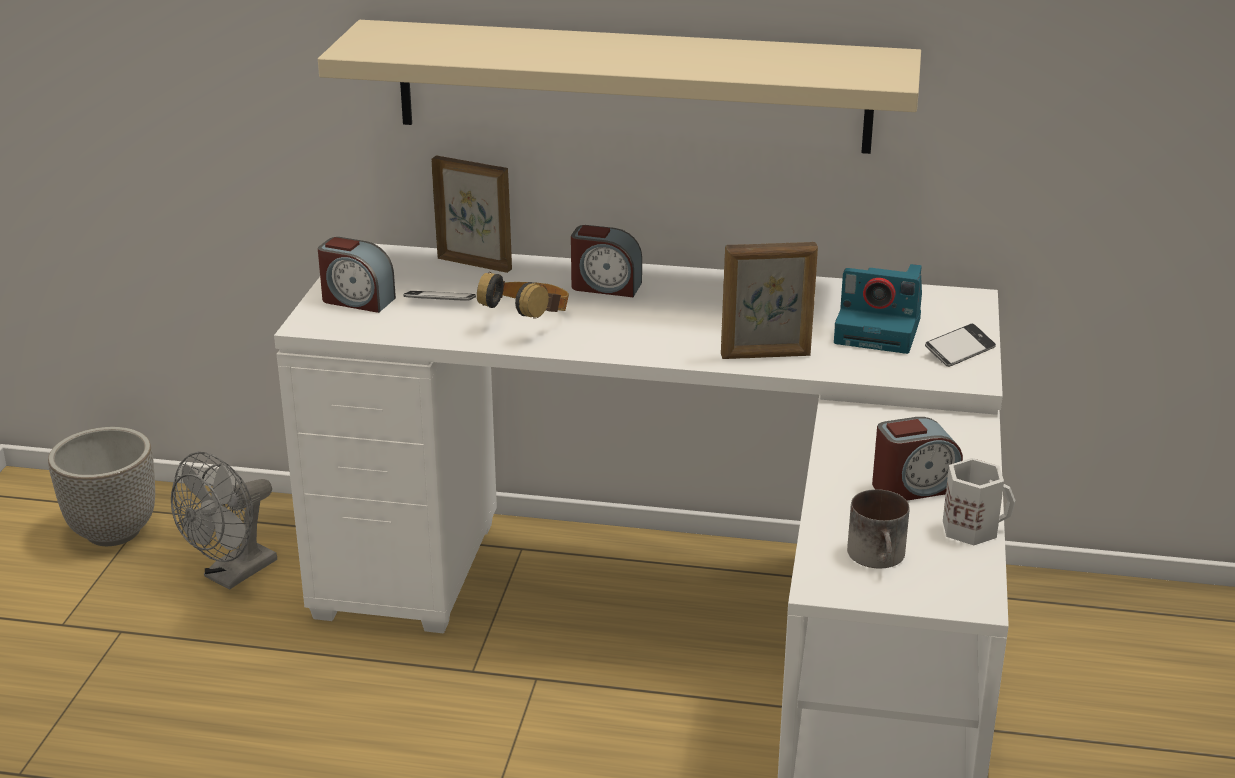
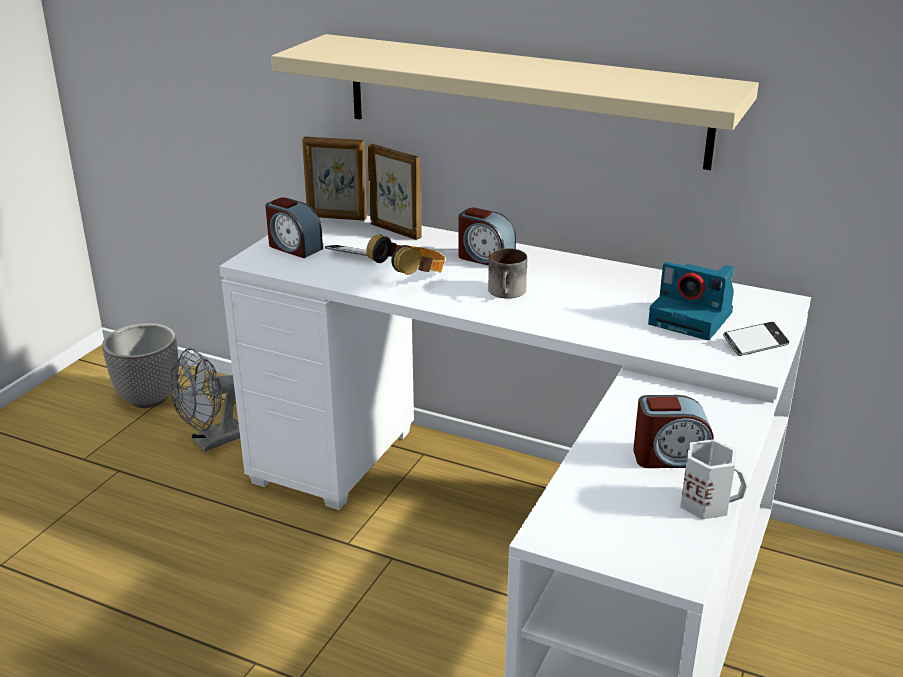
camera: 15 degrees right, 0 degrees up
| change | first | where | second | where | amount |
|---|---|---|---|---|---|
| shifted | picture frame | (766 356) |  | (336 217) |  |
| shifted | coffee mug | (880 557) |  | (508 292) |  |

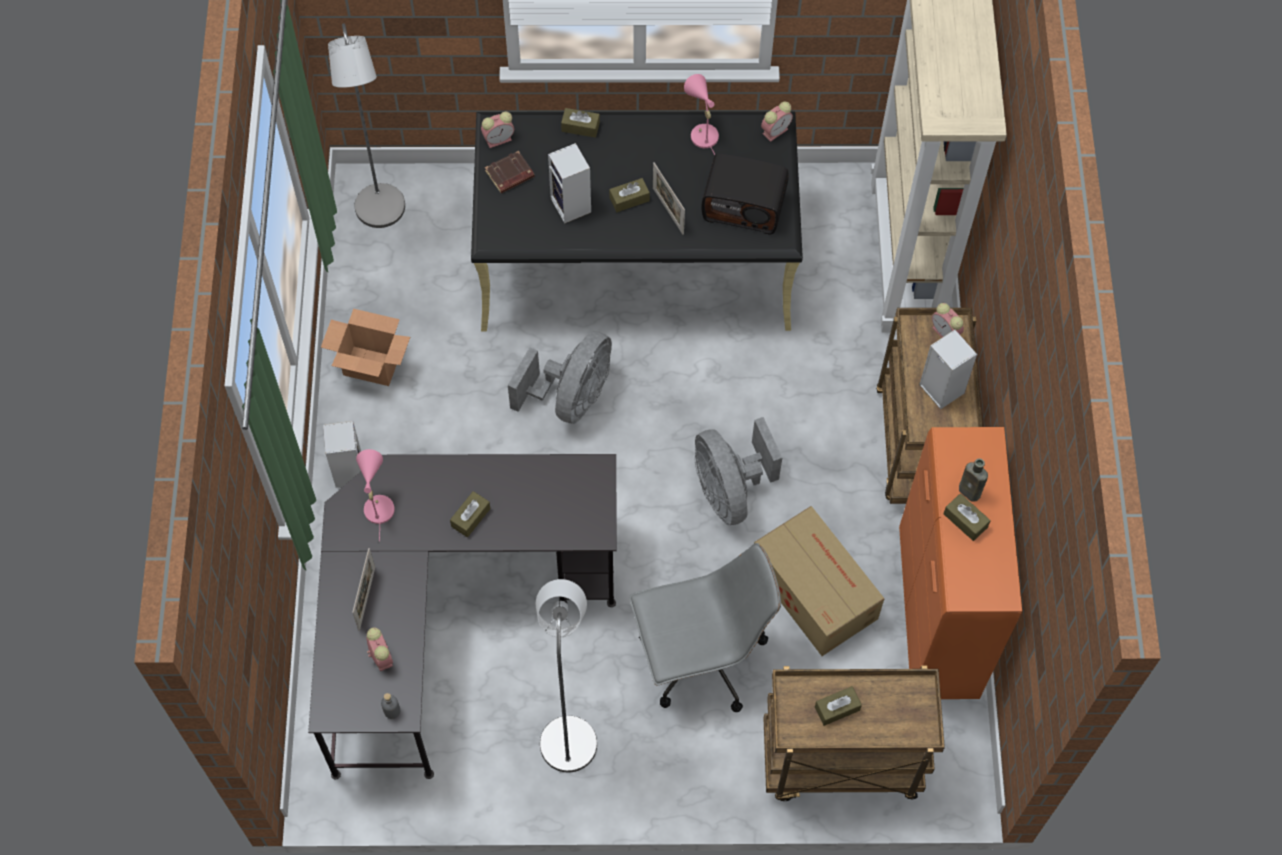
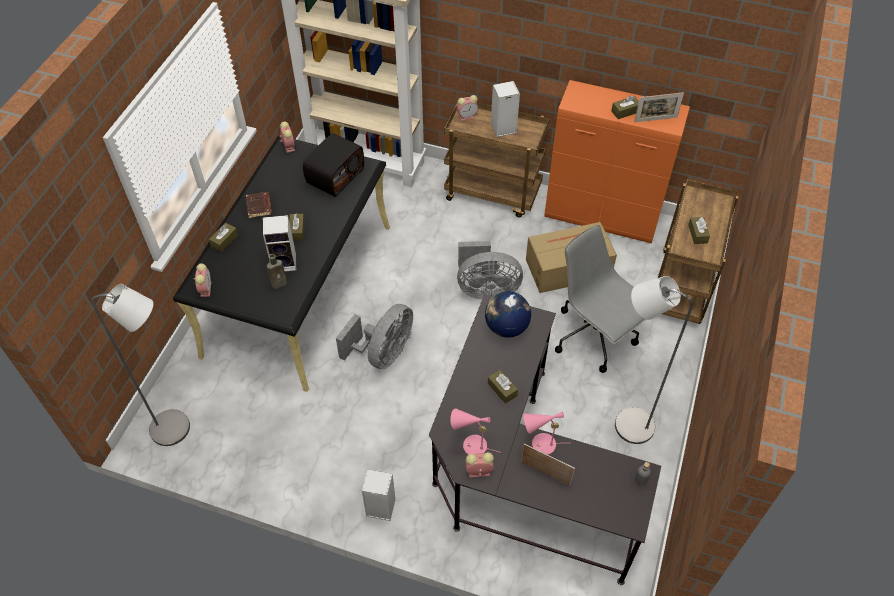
camera: 70 degrees left, 10 degrees down
| change | first | where | second | where | amount |
|---|---|---|---|---|---|
| gone | carton | (370 366) |  |  |  |
| new |  |  | desk globe | (506 327) |  |
| shifted | table clock | (380 656) |  | (478 472) |  |
| shifted | brownish volume | (509 175) |  | (259 207) |  |
| shifted | picture frame | (668 211) |  | (655 119) |  |
| shifted | pink-coloured table lamp | (701 133) |  | (539 446) |  |
| shifted | brownish drink bottle | (970 493) |  | (280 283) |  |
| rotated | greyish electric fan | (571 397) |  | (383 353) | 75 degrees clockwise |
| rotated | greyish desk chair | (700 659) |  | (595 337) | 45 degrees counterclockwise |

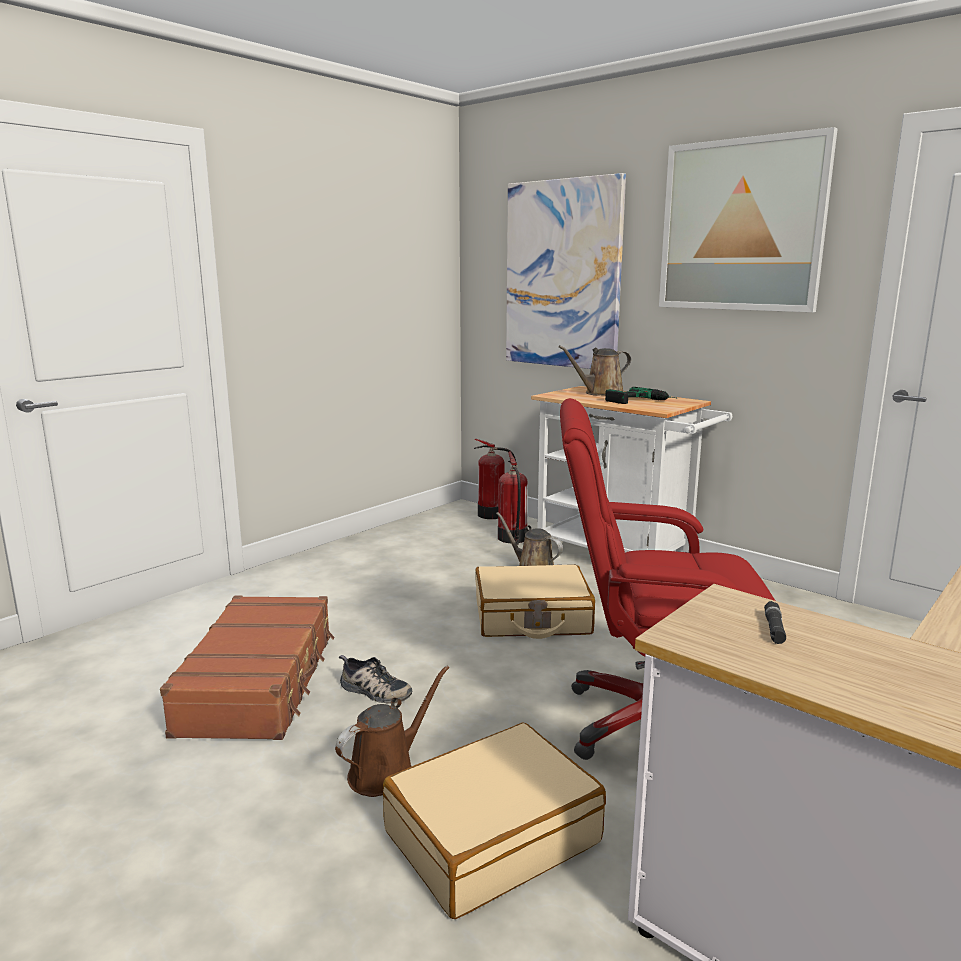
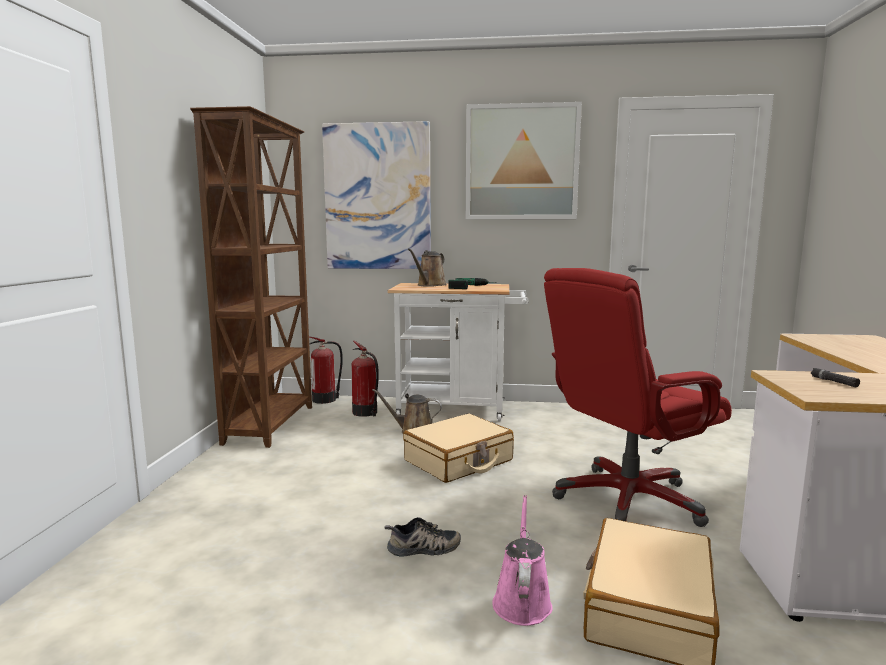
camera: 35 degrees left, 5 degrees down
| change | first | where | second | where | amount |
|---|---|---|---|---|---|
| gone | brownish travel case | (260 682) |  |  |  |
| new |  |  | brownish bookcase | (271 424) |  |
| repainted | brownish sprinkling can | (387 771) | pink-coloured sprinkling can | (522 600) |  |

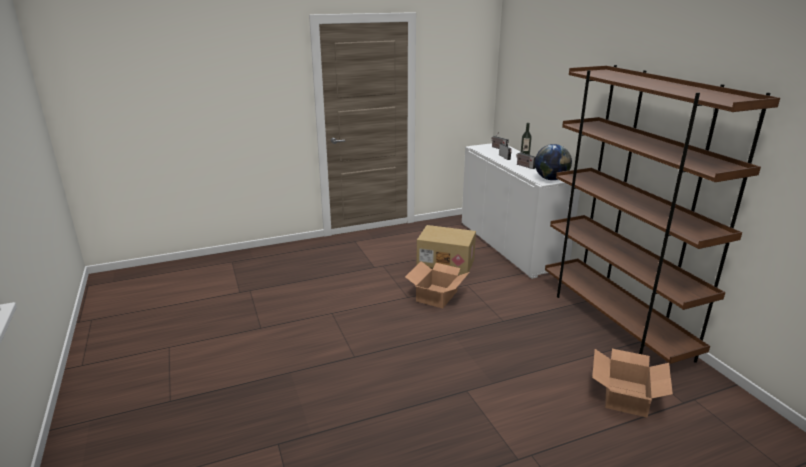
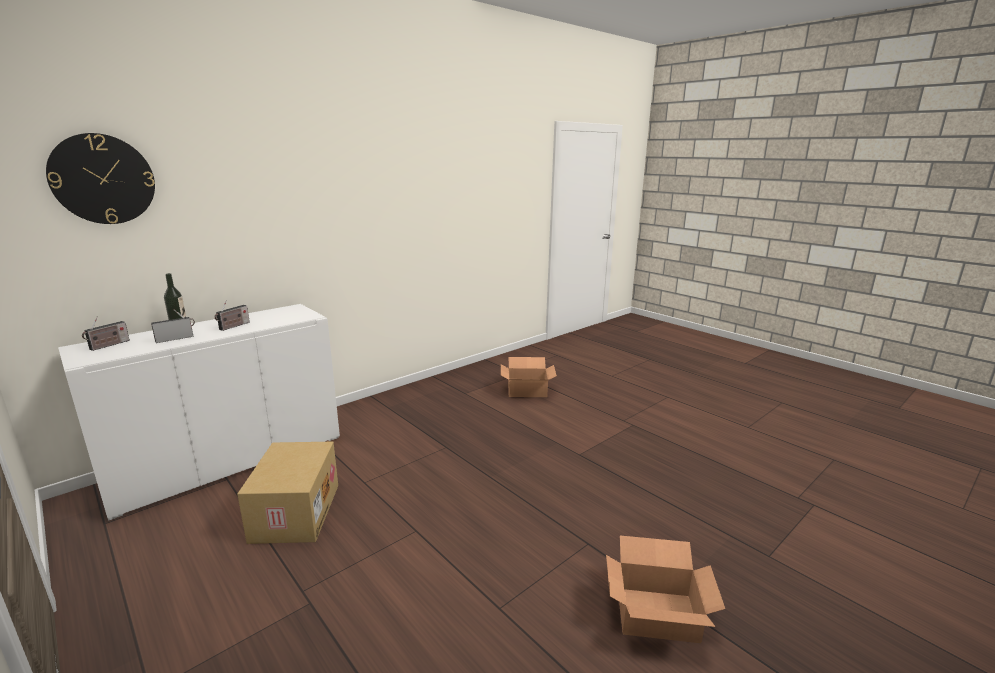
camera: 110 degrees left, 5 degrees down
| change | first | where | second | where | amount |
|---|---|---|---|---|---|
| gone | desk globe | (551 179) |  |  |  |
| gone | brownish bookcase | (614 321) |  |  |  |
| new |  |  | hanging clock | (103 179) |  |
| shifted | carton | (437 296) |  | (655 613) |  |

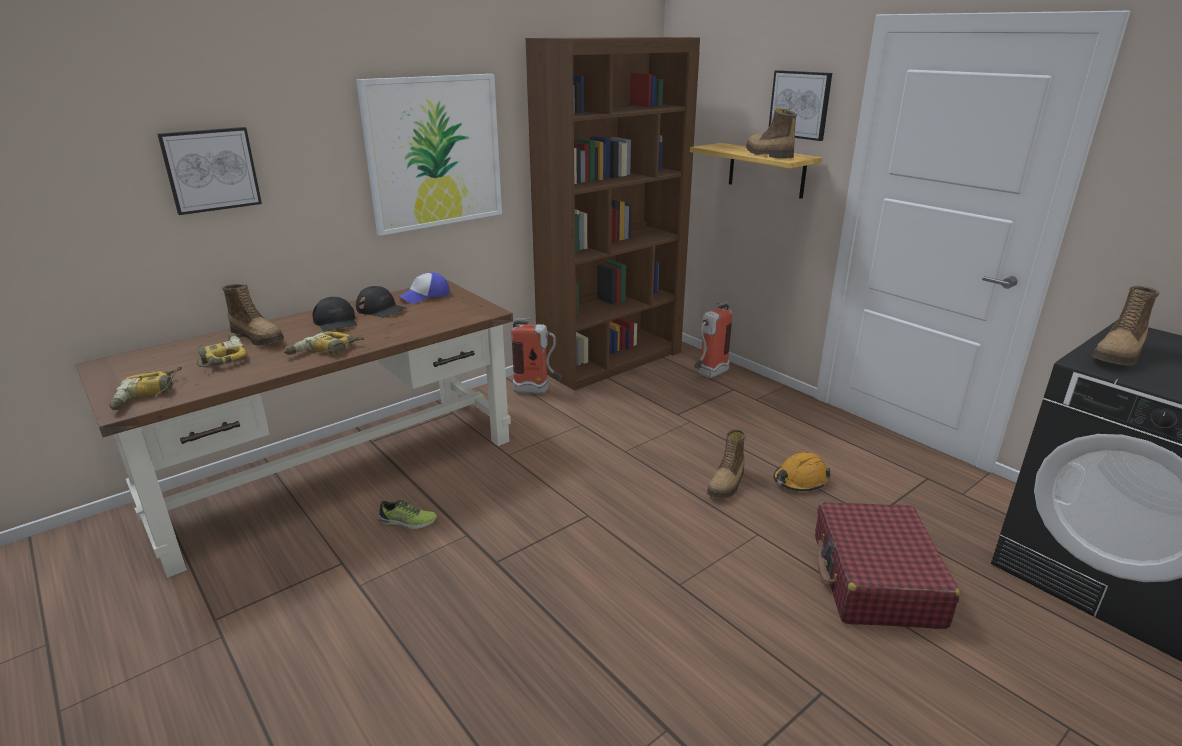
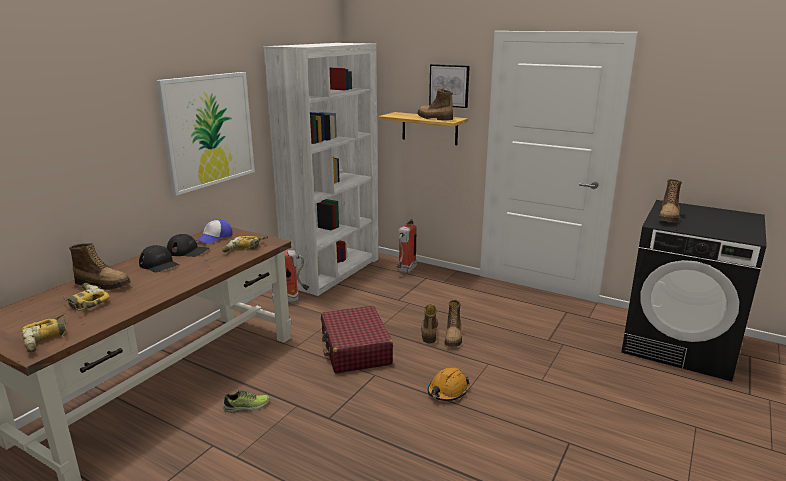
camera: 20 degrees left, 5 degrees down
| change | first | where | second | where | amount |
|---|---|---|---|---|---|
| gone | wall picture | (211 170) |  |  |  |
| new |  |  | boot | (429 331) |  |
| shifted | electric drill | (324 352) |  | (245 248) |  |
| shifted | orangey safety helmet | (800 480) |  | (447 391) |  |
| shifted | red-coloured travel case | (875 580) |  | (355 349) |  |
| repainted | brownish bookcase | (611 360) | white bookcase | (333 271) |  |

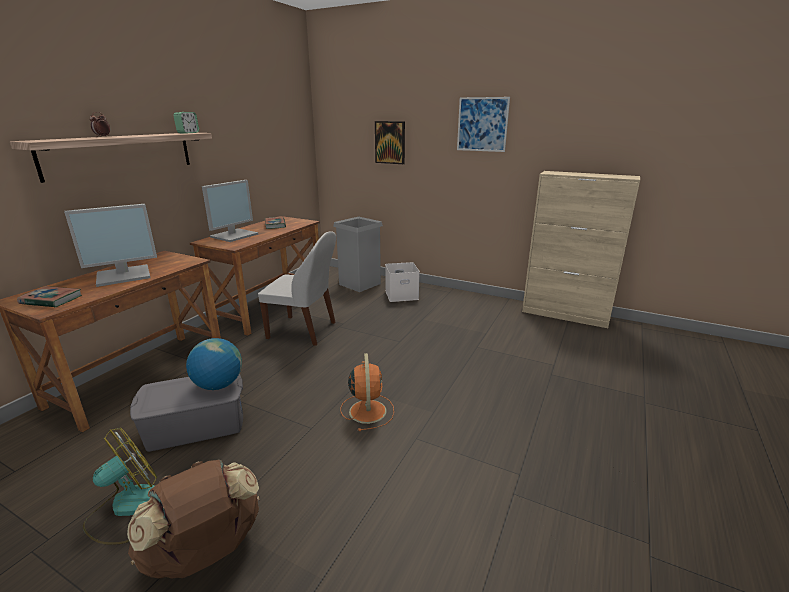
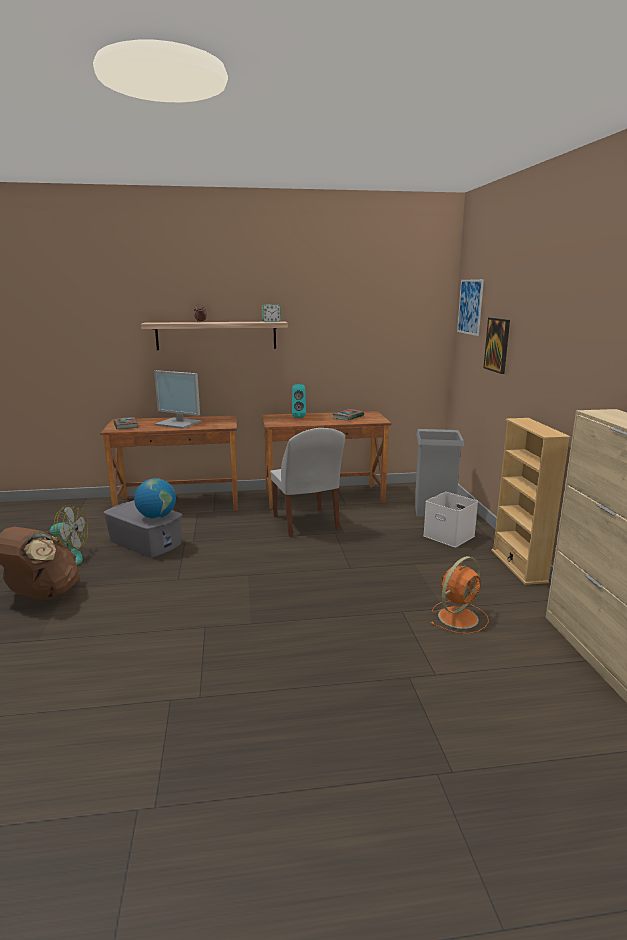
camera: 55 degrees right, 5 degrees down
| change | first | where | second | where | amount |
|---|---|---|---|---|---|
| new |  |  | beige bookcase | (518 566) |  |
| shifted | orangey electric fan | (367 410) |  | (459 617) |  |
| shifted | wall picture | (482 124) |  | (470 307) |  |
| swapped | monitor | (234 235) | blue-green loudspeaker | (298 417) |  |

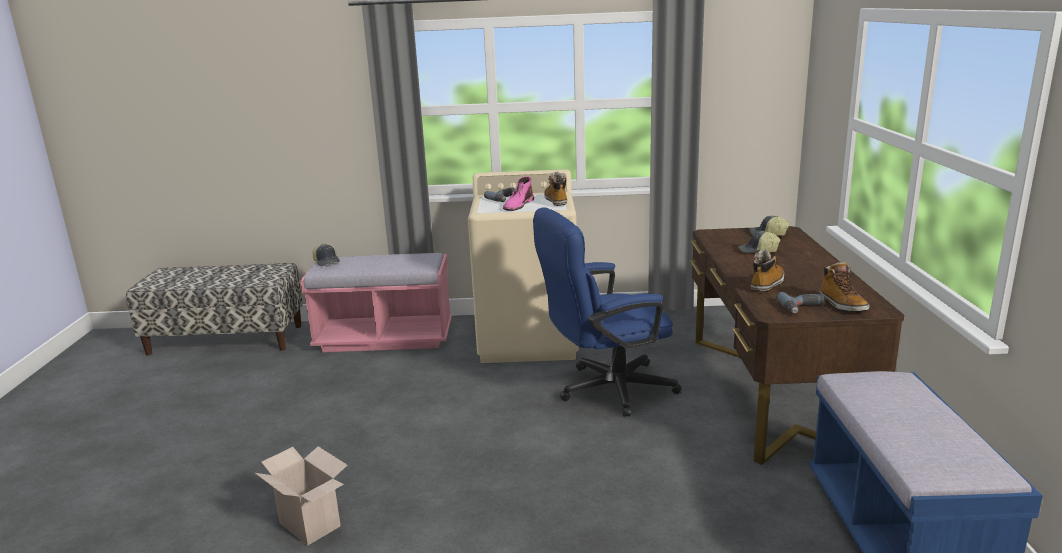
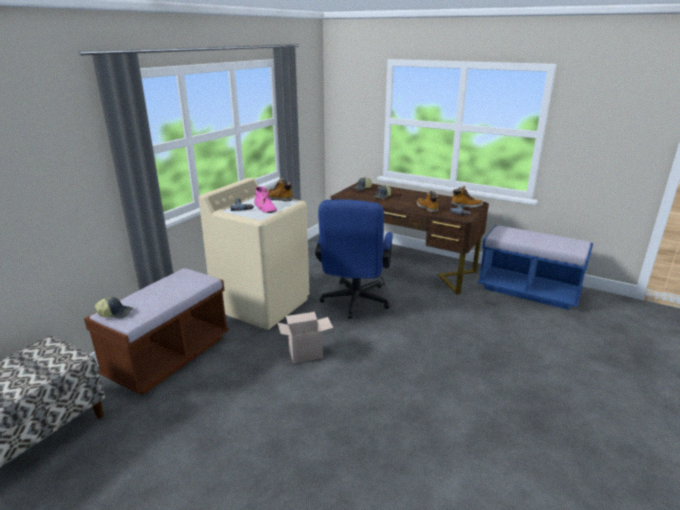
camera: 60 degrees left, 5 degrees up
| change | first | where | second | where | amount |
|---|---|---|---|---|---|
| shifted | carton | (312 524) |  | (306 353) |  |
| repainted | pink-coloured indoor bench | (384 338) | brownish indoor bench | (169 357) |  |

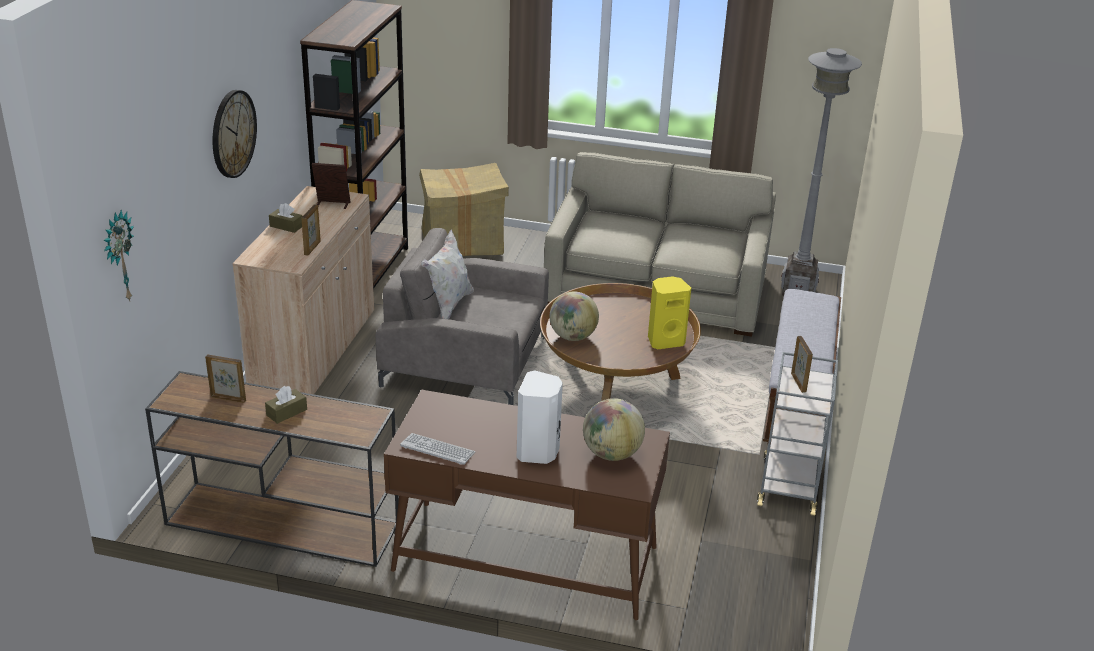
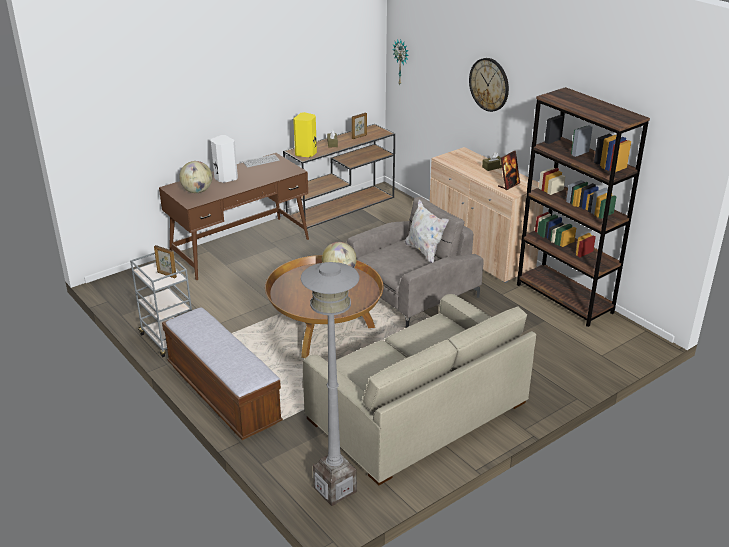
camera: 130 degrees right, 0 degrees up
| change | first | where | second | where | amount |
|---|---|---|---|---|---|
| gone | picture frame | (312 248) |  |  |  |
| gone | carton | (463 242) |  |  |  |
| shifted | yellow loudspeaker | (665 341) |  | (306 153) |  |

